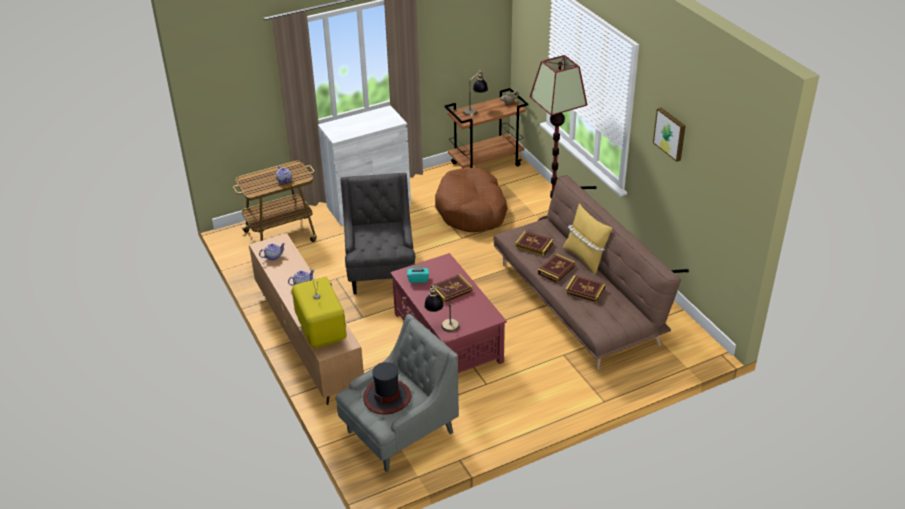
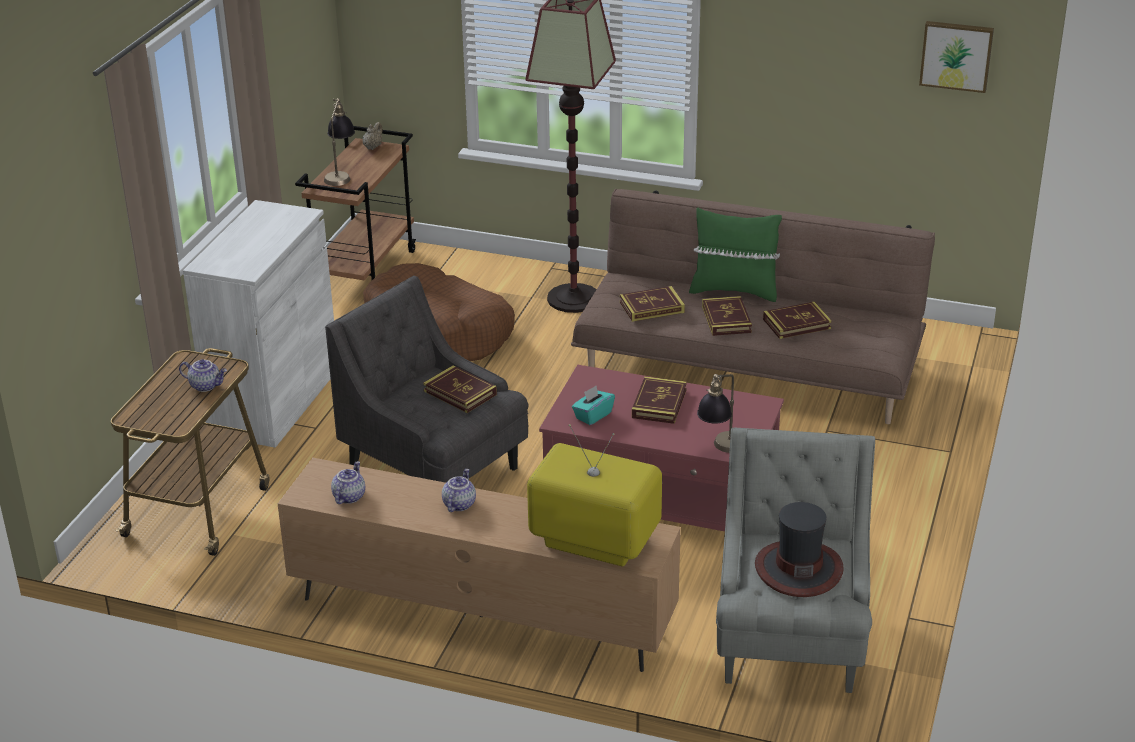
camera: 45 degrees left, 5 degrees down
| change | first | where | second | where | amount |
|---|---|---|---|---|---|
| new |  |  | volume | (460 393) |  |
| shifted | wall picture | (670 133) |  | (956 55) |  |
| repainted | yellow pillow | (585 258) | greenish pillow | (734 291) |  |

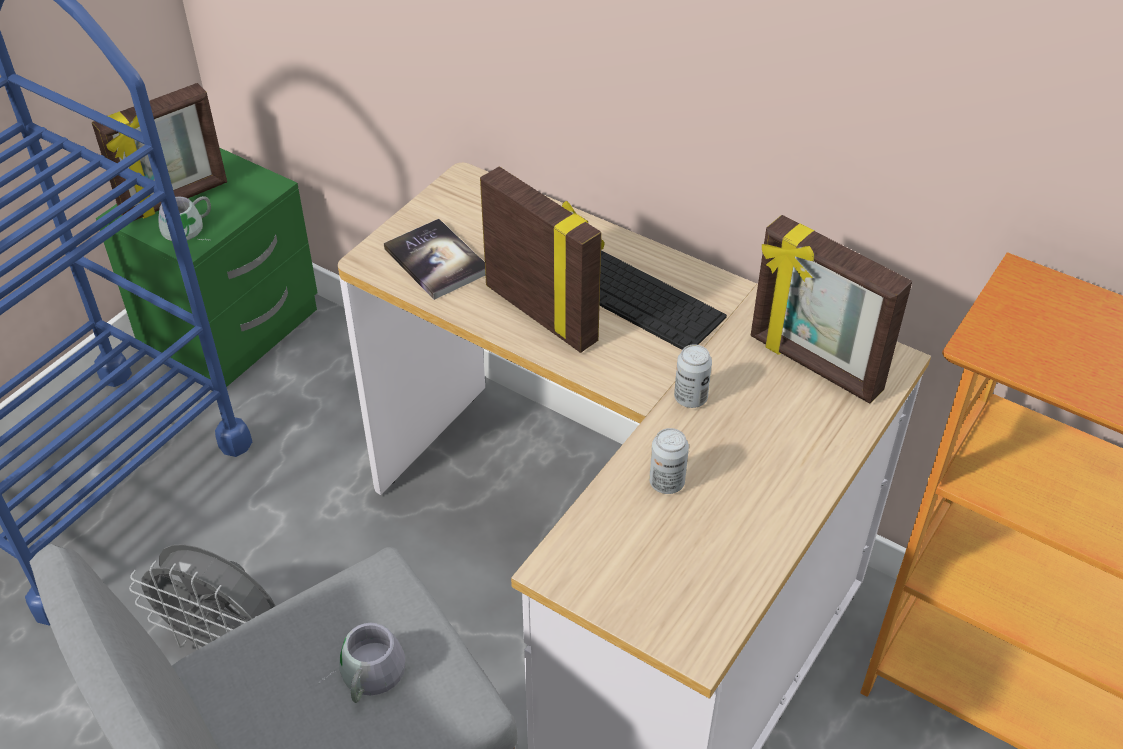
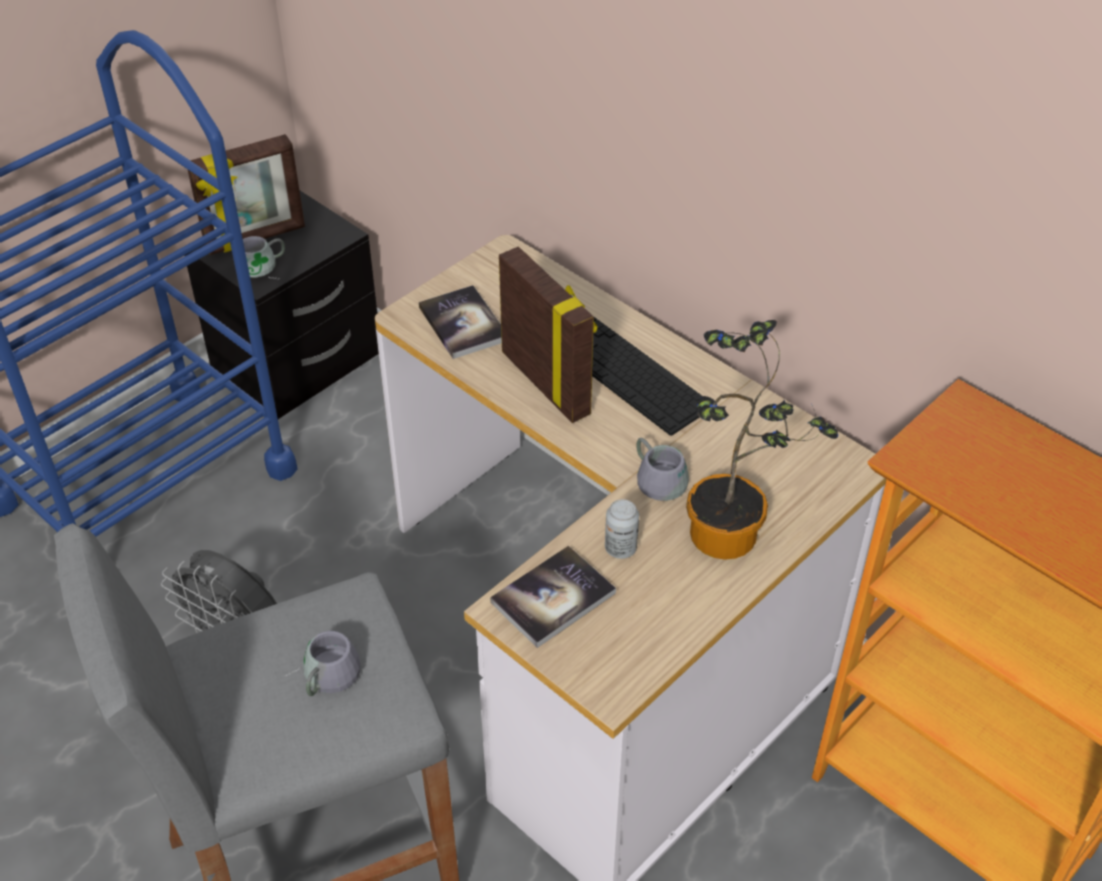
camera: 10 degrees right, 0 degrees up
| change | first | where | second | where | amount |
|---|---|---|---|---|---|
| gone | picture frame | (814 365) |  |  |  |
| new |  |  | volume | (553 598) |  |
| new |  |  | houseplant | (734 537) |  |
| swapped | metal can | (690 398) | greyish coffee mug | (661 476) |  |
| repainted | greenish bedside table | (233 330) | black-coloured bedside table | (298 364) |  |

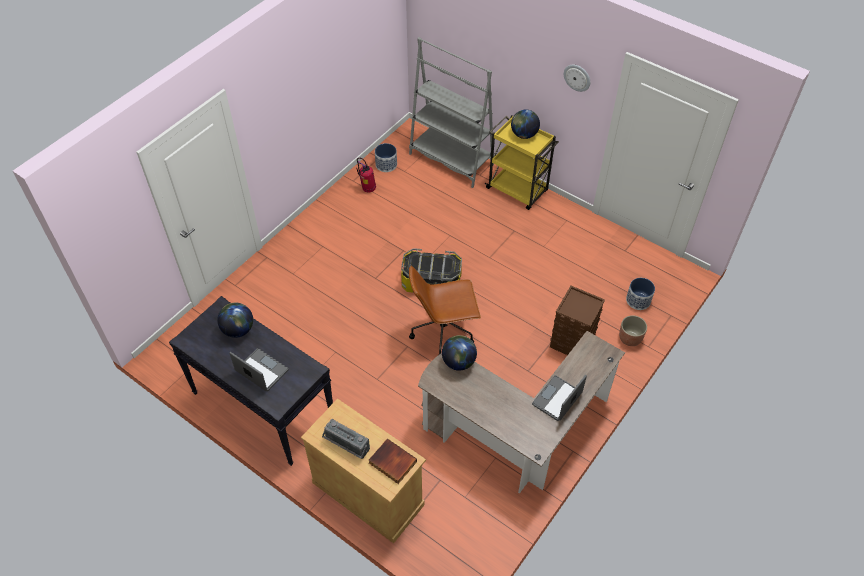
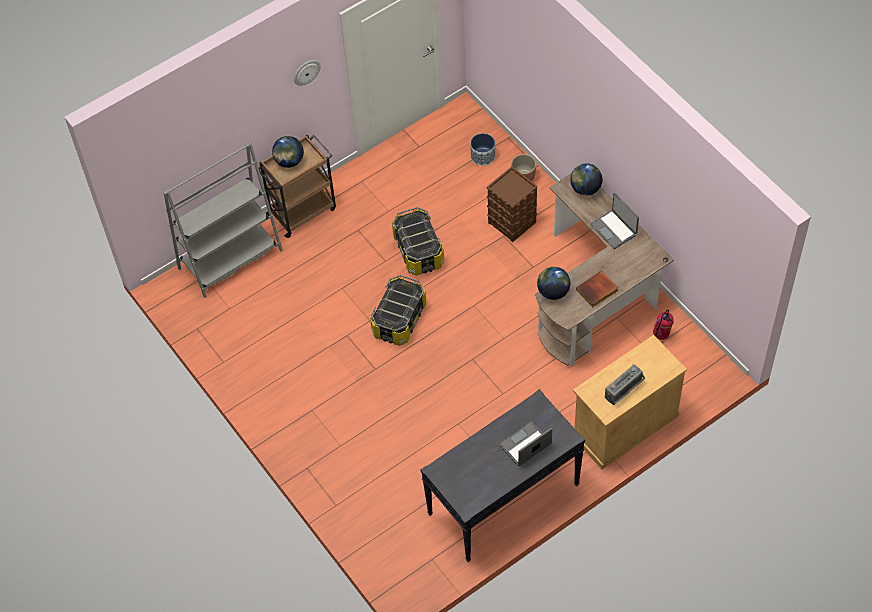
camera: 70 degrees left, 5 degrees up
| change | first | where | second | where | amount |
|---|---|---|---|---|---|
| gone | planter | (386 165) |  |  |  |
| gone | brownish desk chair | (443 332) |  |  |  |
| new |  |  | storage box | (419 251) |  |
| shifted | desk globe | (238 329) |  | (585 189) |  |
| shifted | fire-fighting cylinder | (367 189) |  | (661 336) |  |
| shifted | volume | (392 462) |  | (597 291) |  |
| repainted | yellow cart | (518 190) | brownish cart | (303 211) |  |

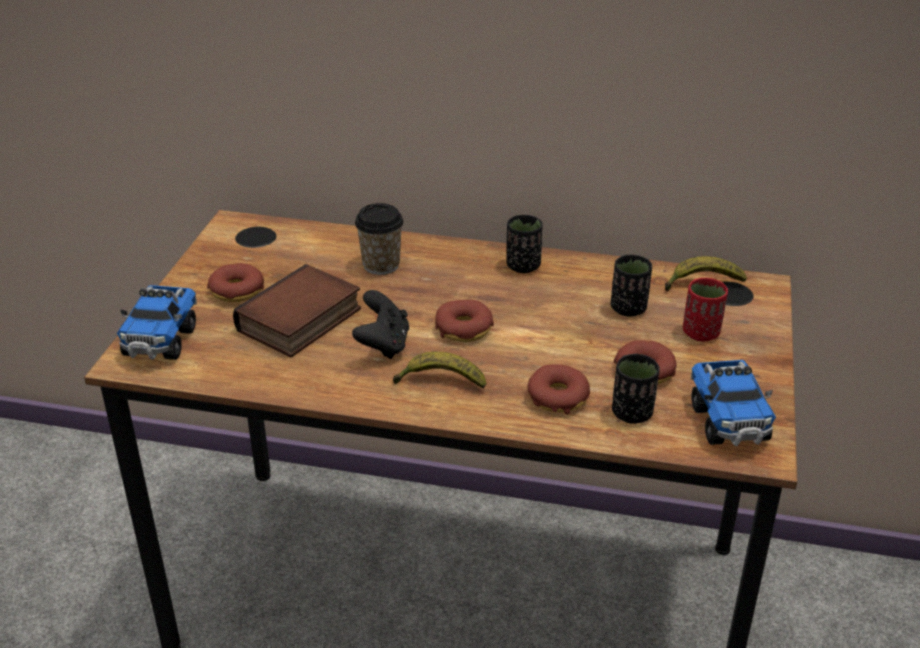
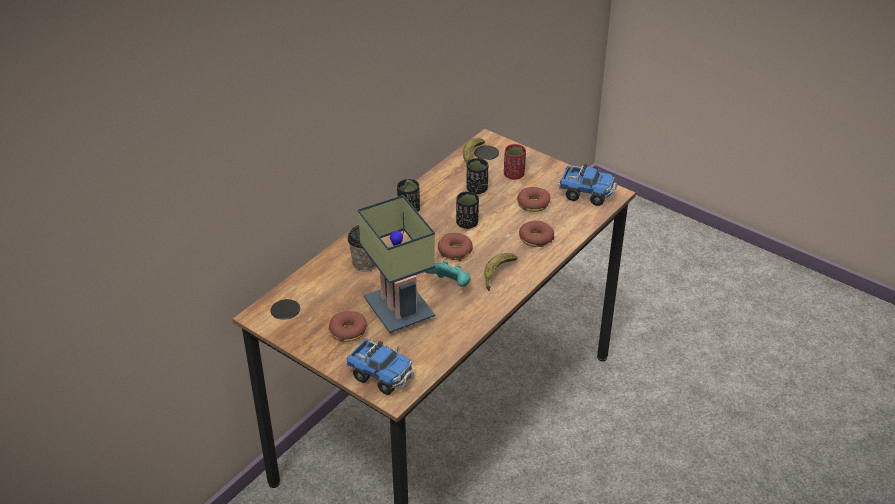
camera: 65 degrees left, 5 degrees up
| change | first | where | second | where | amount |
|---|---|---|---|---|---|
| shifted | black-coloured cup | (632 413) |  | (467 223) |  |
| swapped | volume | (300 321) | table lamp | (403 311) |  |
| repainted | black-coloured gamepad | (383 345) | blue-green gamepad | (449 285) |  |

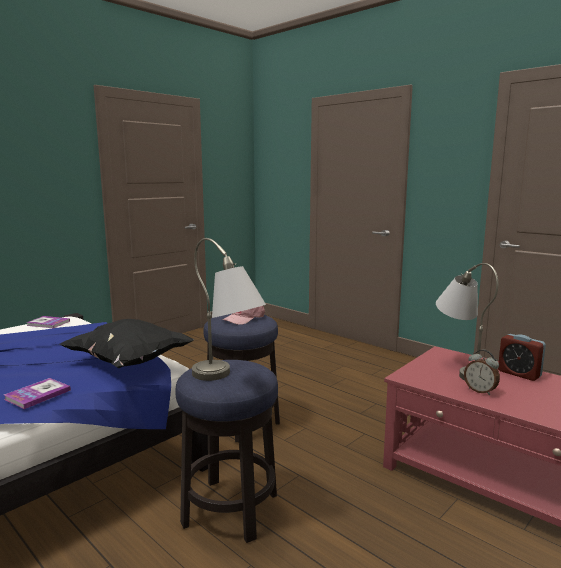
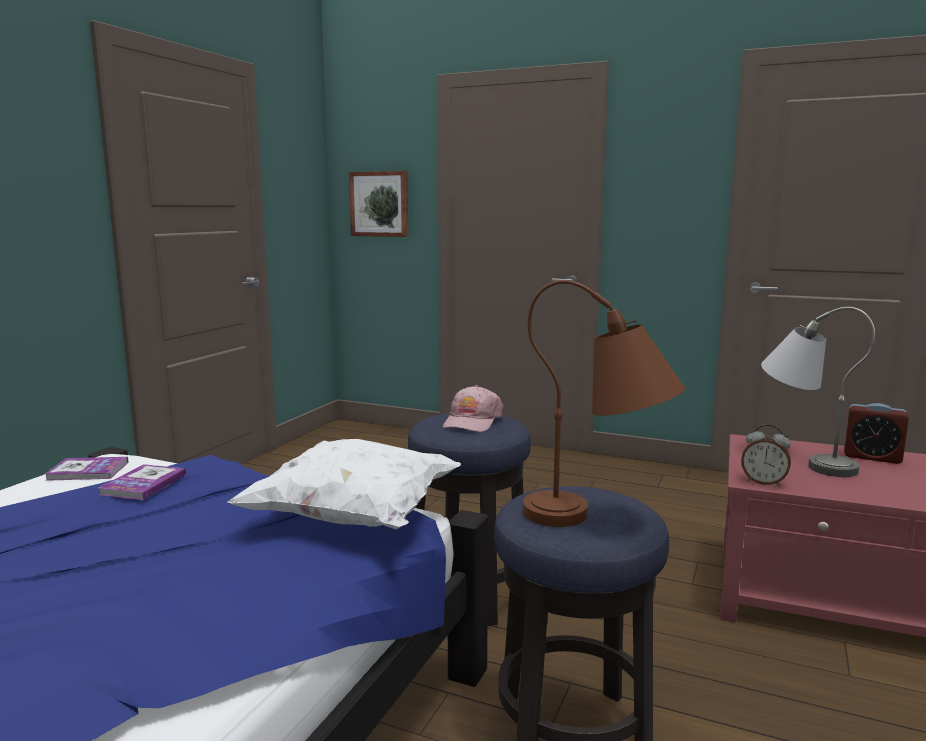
camera: 20 degrees left, 0 degrees up
| change | first | where | second | where | amount |
|---|---|---|---|---|---|
| new |  |  | wall picture | (380 204) |  |
| shifted | volume | (38 394) |  | (143 484) |  |
| shifted | table clock | (480 391) |  | (763 482) |  |
| repainted | black-coloured pillow | (130 362) | white pillow | (355 518) |  |
| repainted | greyish table lamp | (227 380) | brownish table lamp | (599 521) |  |

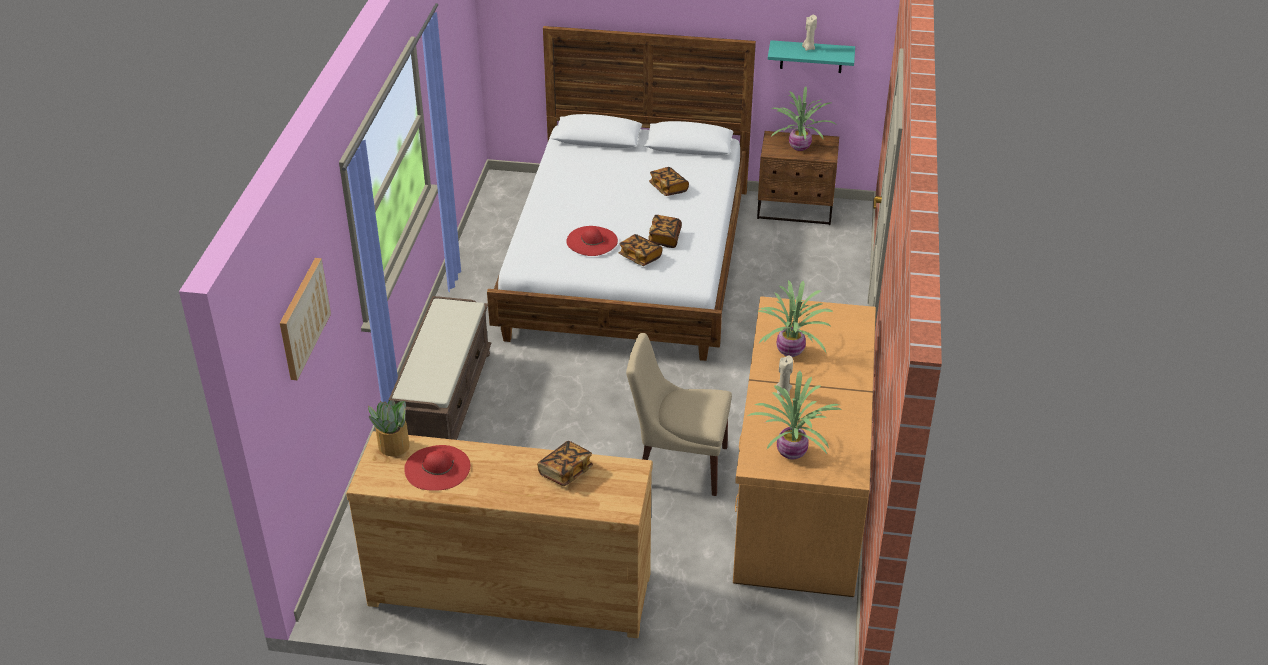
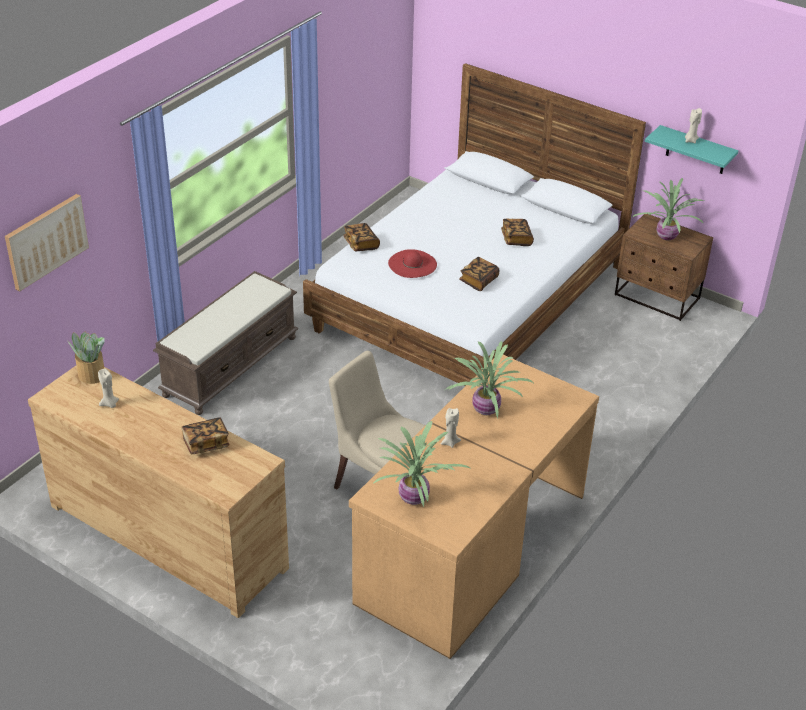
camera: 25 degrees right, 0 degrees up
| change | first | where | second | where | amount |
|---|---|---|---|---|---|
| shifted | volume | (640 257) |  | (361 244) |  |
| swapped | red-coloured wearable hat | (437 468) | beige wax light | (109 404) |  |

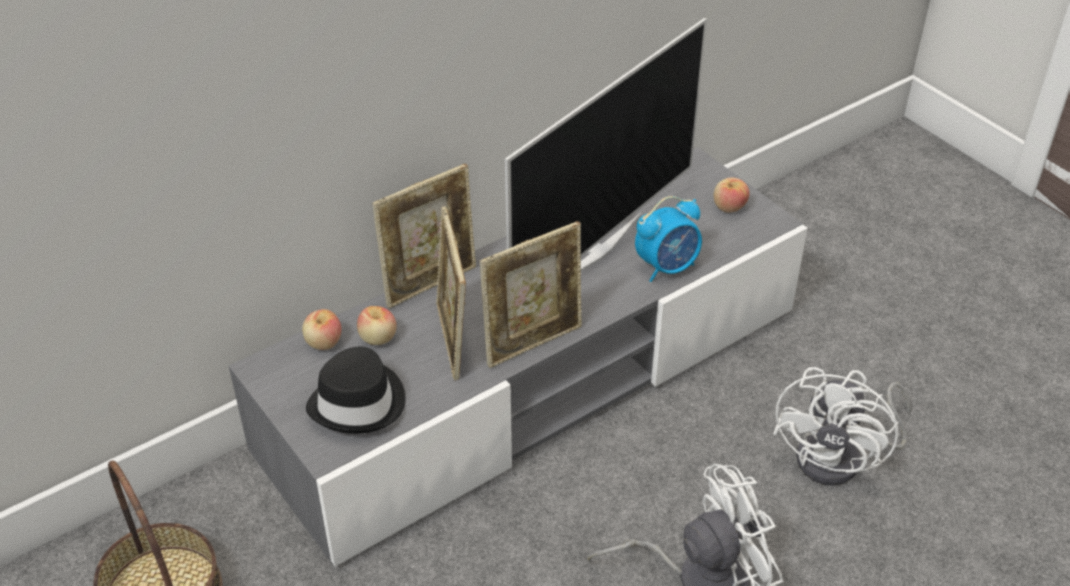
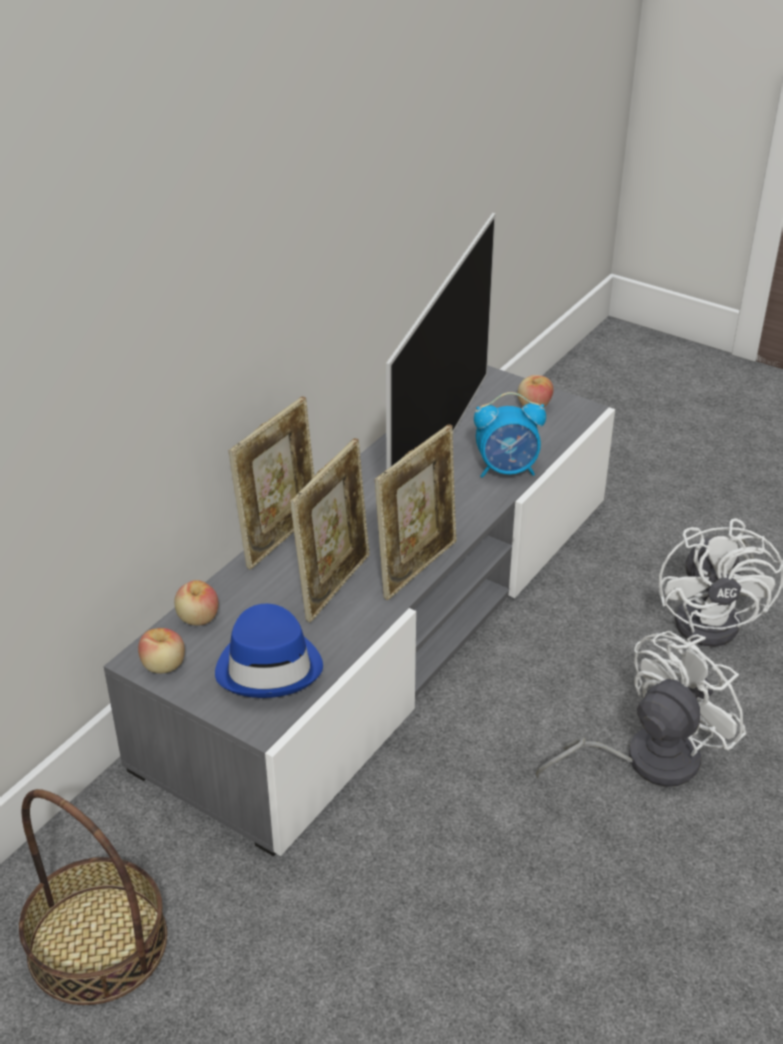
camera: 20 degrees left, 5 degrees down
| change | first | where | second | where | amount |
|---|---|---|---|---|---|
| shifted | whole apple | (378 338) |  | (164 666) |  |
| repainted | black-coloured wearable hat | (359 403) | blue-coloured wearable hat | (270 666) |  |
| rotated | picture frame | (452 341) |  | (334 585) | 120 degrees counterclockwise |
| rotated | table clock | (667 267) |  | (507 470) | 45 degrees clockwise |

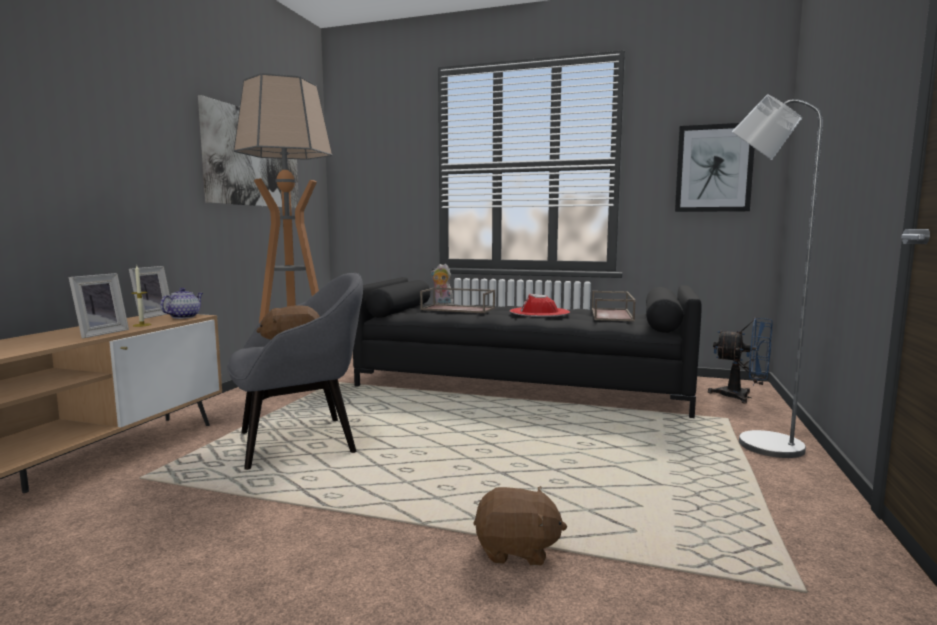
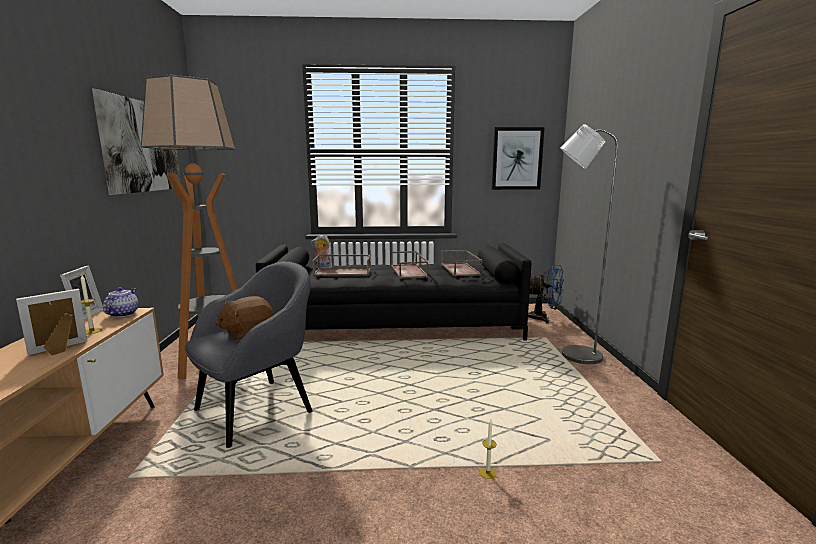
camera: 20 degrees left, 5 degrees up
| change | first | where | second | where | amount |
|---|---|---|---|---|---|
| swapped | brownish plush toy | (517 550) | wax light | (487 473) |  |
| swapped | red-coloured wearable hat | (539 312) | brownish serving tray | (409 271) |  |
| rotated | picture frame | (99 333) |  | (60 350) | 135 degrees counterclockwise |

